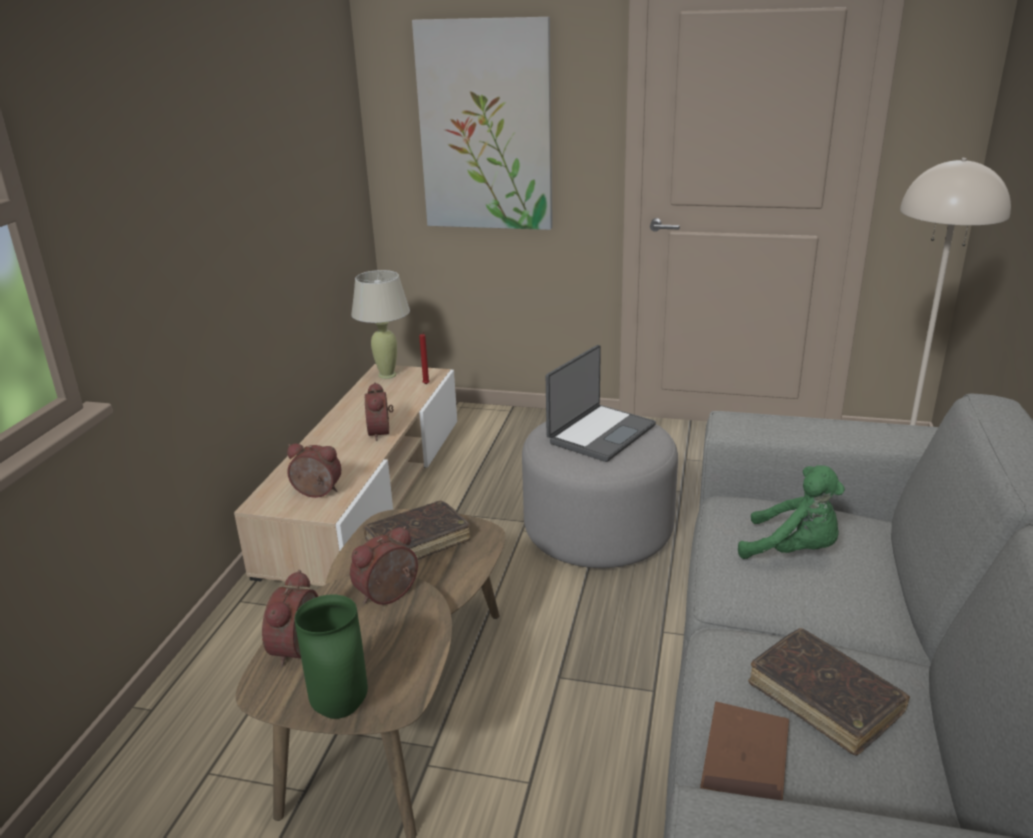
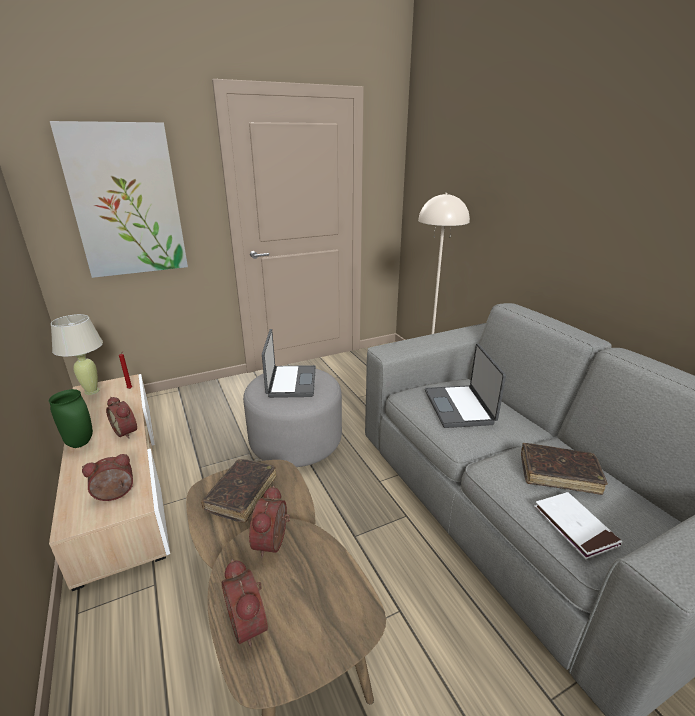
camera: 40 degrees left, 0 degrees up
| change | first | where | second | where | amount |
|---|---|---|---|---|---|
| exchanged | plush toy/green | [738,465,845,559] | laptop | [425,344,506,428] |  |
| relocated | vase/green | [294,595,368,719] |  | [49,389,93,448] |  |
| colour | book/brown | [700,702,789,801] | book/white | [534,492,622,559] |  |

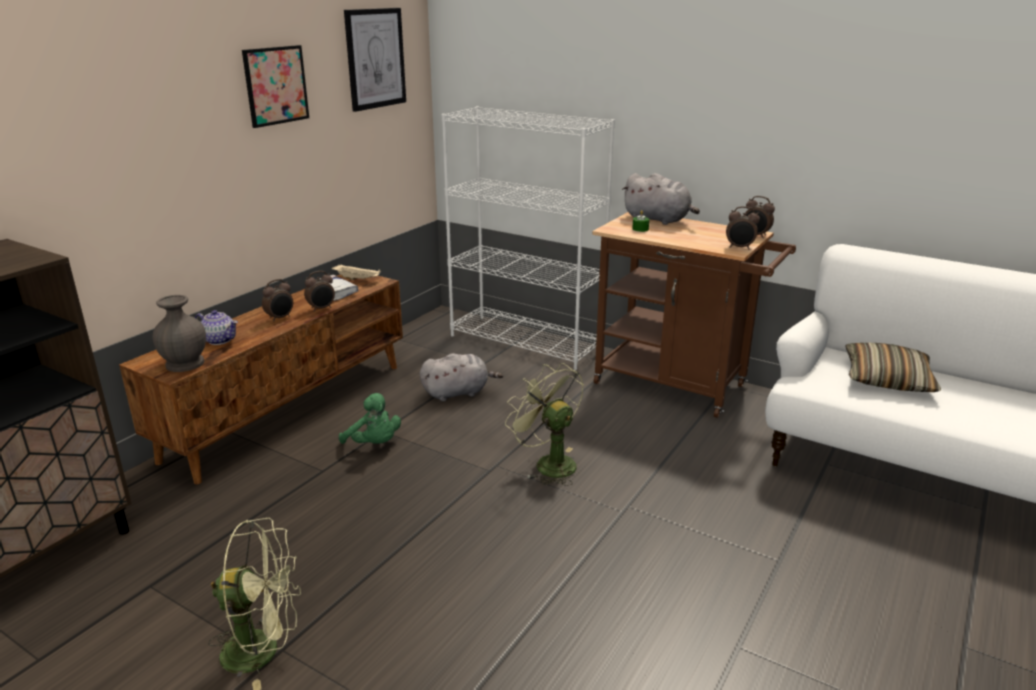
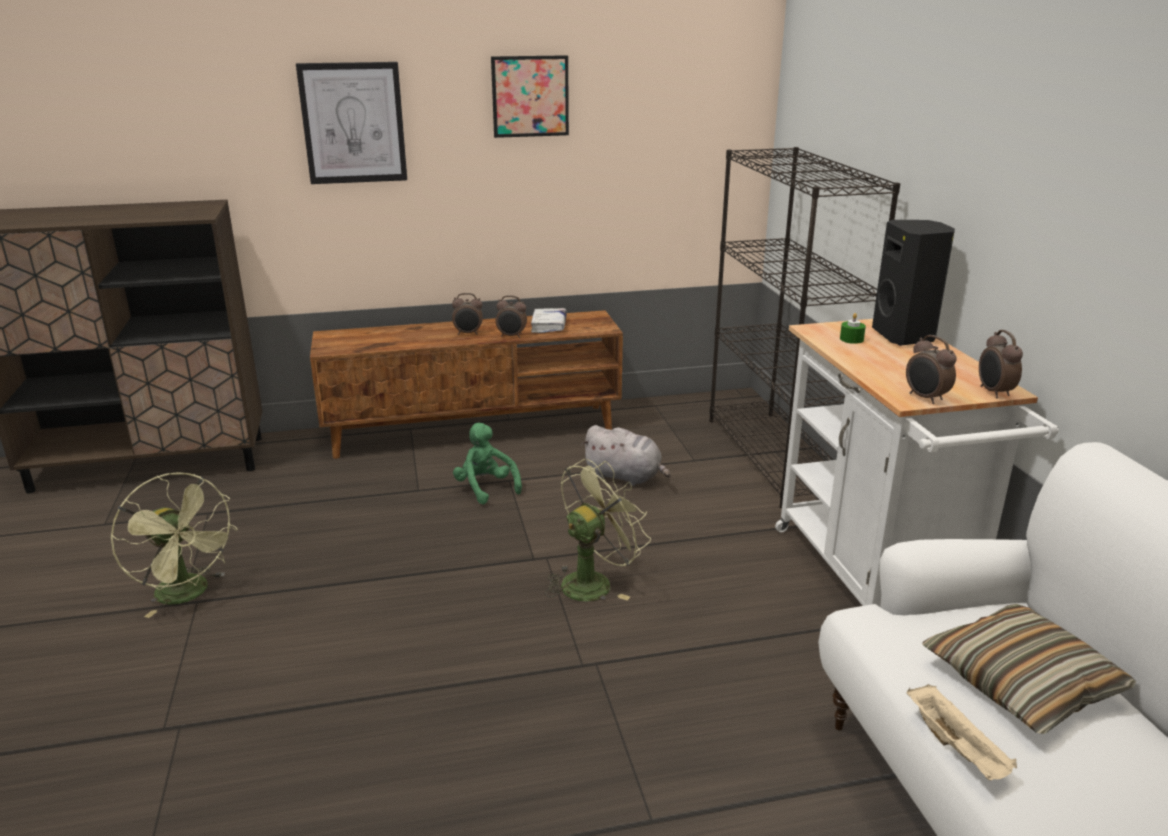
camera: 45 degrees right, 0 degrees up
| change | first | where | second | where | amount |
|---|---|---|---|---|---|
| relocated | picture | [344,8,406,112] |  | [296,62,407,184] |  |
| colour | bookcase/white | [442,107,615,371] | bookcase/black | [710,147,900,508] |  |
| exchanged | plush toy/grey | [622,173,700,225] | speaker/black | [872,220,955,346] |  |
| colour | cart/brown | [592,212,796,418] | cart/white | [775,319,1059,607] |  |
| relocated | tray/beige | [332,264,381,280] |  | [906,684,1017,780] |  |
| missing | vase/grey | [152,295,206,372] |  |  |  |
| missing | teapot | [195,310,238,345] |  |  |  |
| spun | fan/green | [505,363,584,486] |  | [545,459,651,601] | 45 degrees clockwise |
| spun | plush toy/green | [339,393,401,444] |  | [453,423,522,504] | 150 degrees clockwise |

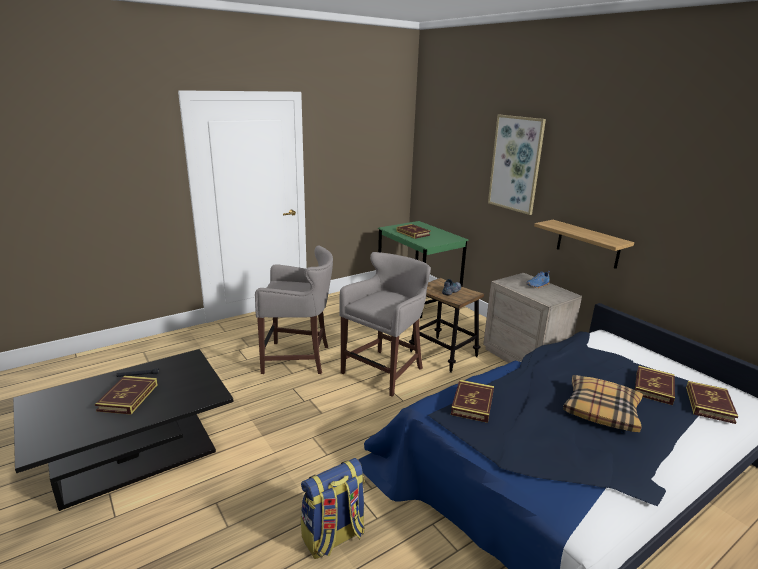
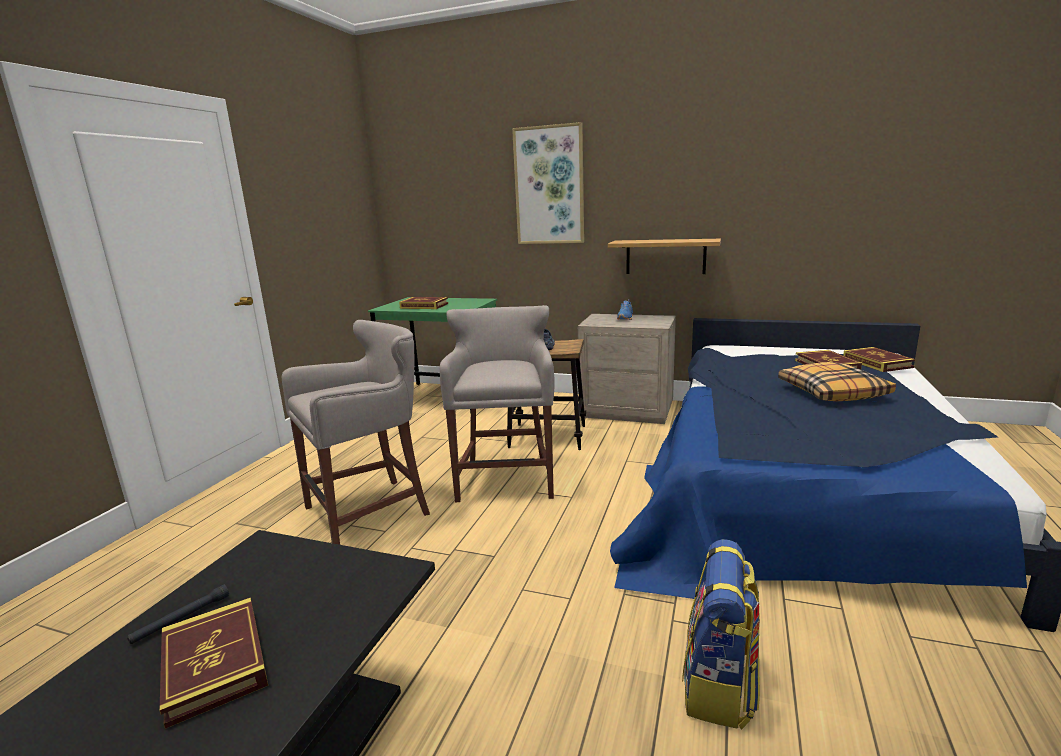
camera: 35 degrees left, 5 degrees down
| change | first | where | second | where | amount |
|---|---|---|---|---|---|
| missing | book | [451,380,494,423] |  |  |  |

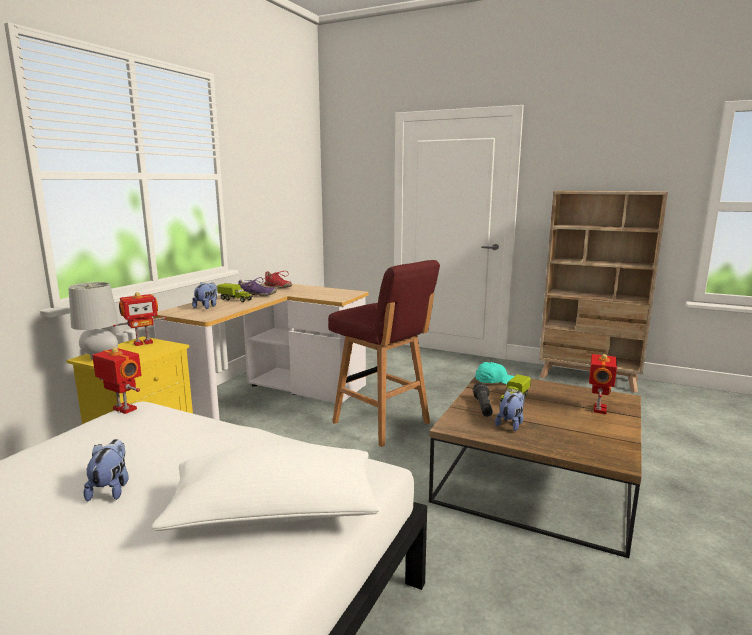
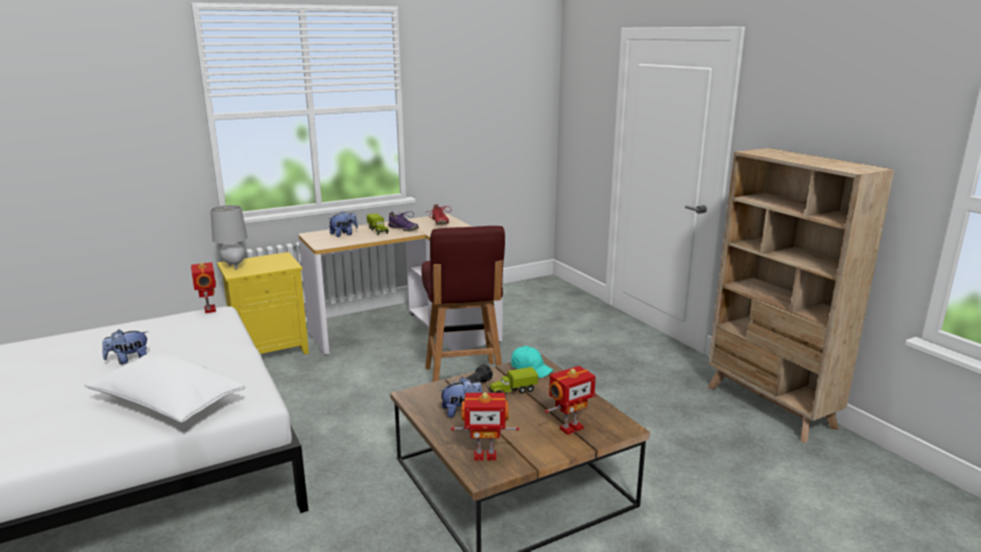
camera: 35 degrees right, 5 degrees up
| change | first | where | second | where | amount |
|---|---|---|---|---|---|
| relocated | toy robot | [113,292,167,346] |  | [451,393,519,461] |  |
| spun | plush toy | [84,439,129,502] |  | [102,329,148,364] | 150 degrees counterclockwise |

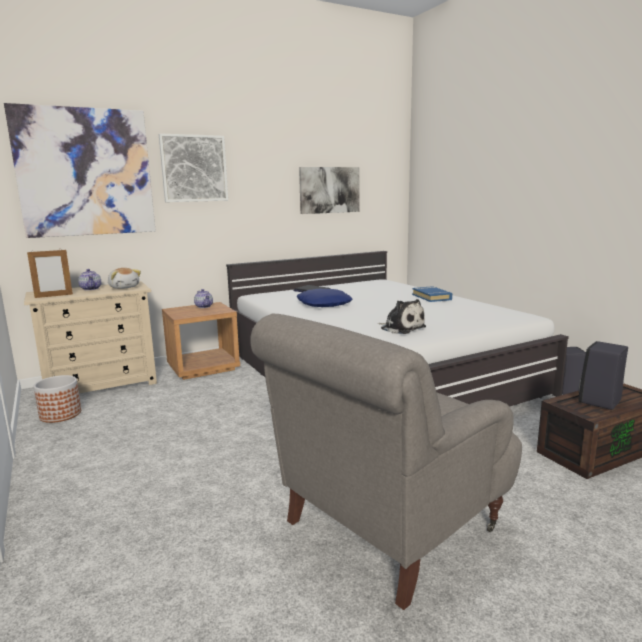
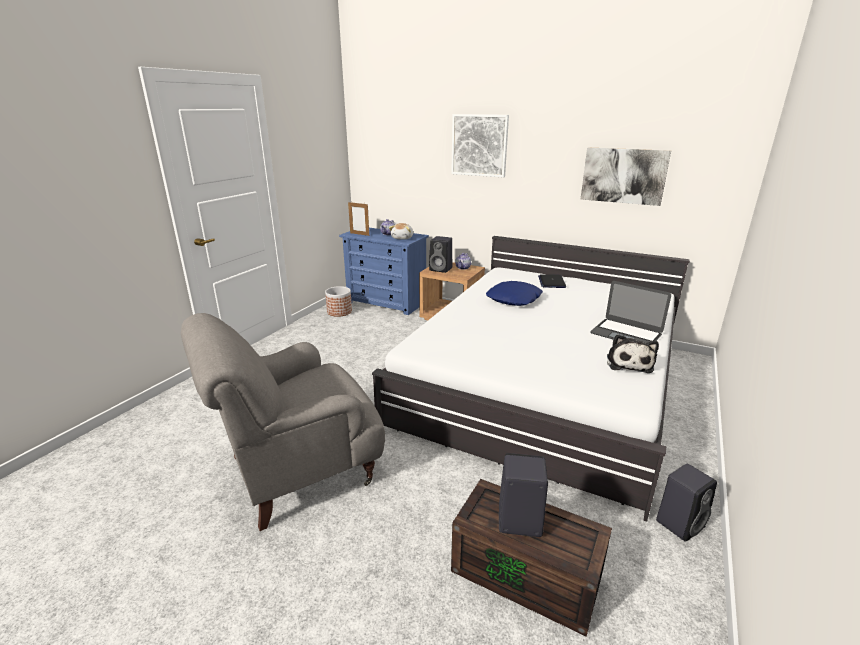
camera: 55 degrees right, 10 degrees up
| change | first | where | second | where | amount |
|---|---|---|---|---|---|
| missing | picture | [4,103,156,238] |  |  |  |
| colour | dresser/beige | [24,281,157,393] | dresser/blue | [339,228,429,315] |  |
| exchanged | book/blue | [412,286,452,302] | laptop | [590,281,671,343] |  |
| relocated | plush toy | [378,299,426,334] |  | [607,334,659,373] |  |
| spun | armchair/grey | [251,314,522,610] |  | [181,313,385,531] | 45 degrees counterclockwise |
| appeared |  |  | speaker/black | [429,236,452,273] |  |

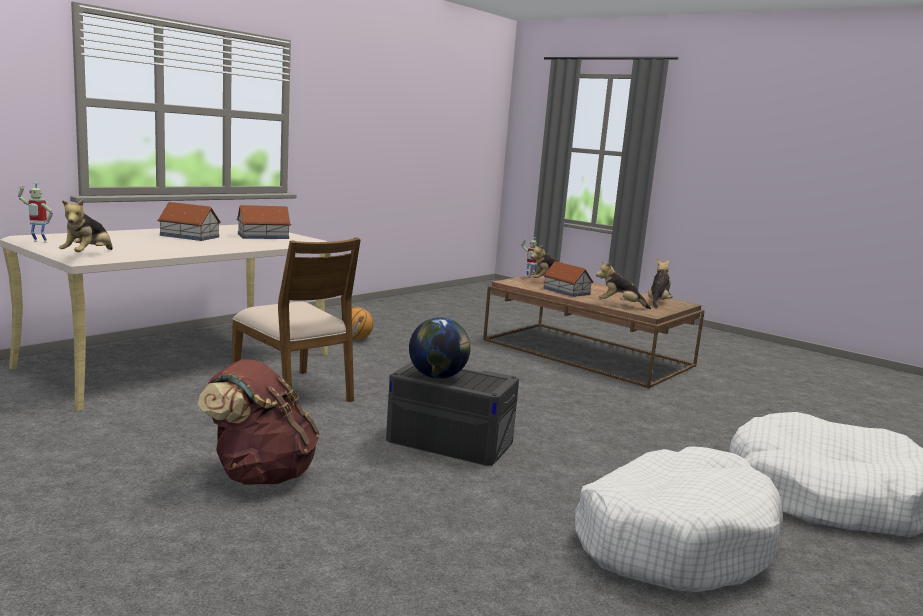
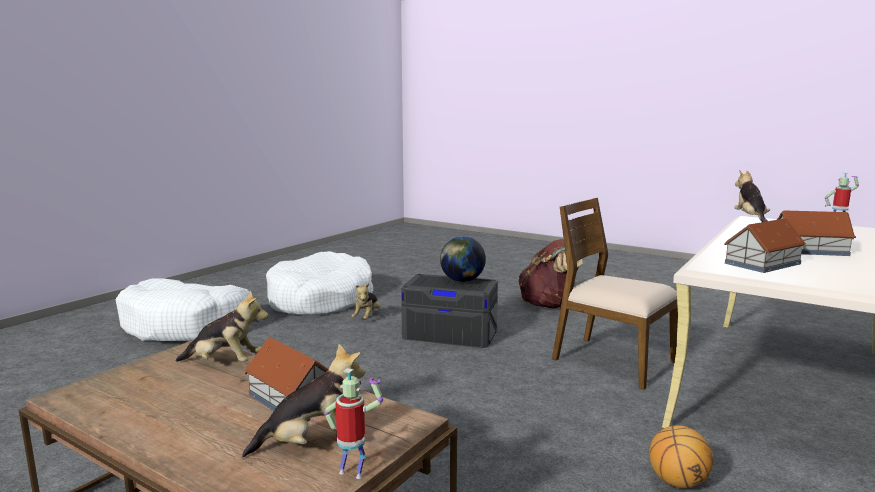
camera: 175 degrees right, 0 degrees up
| change | first | where | second | where | amount |
|---|---|---|---|---|---|
| relocated | plush toy | [648,259,673,309] |  | [352,283,381,319] |  |

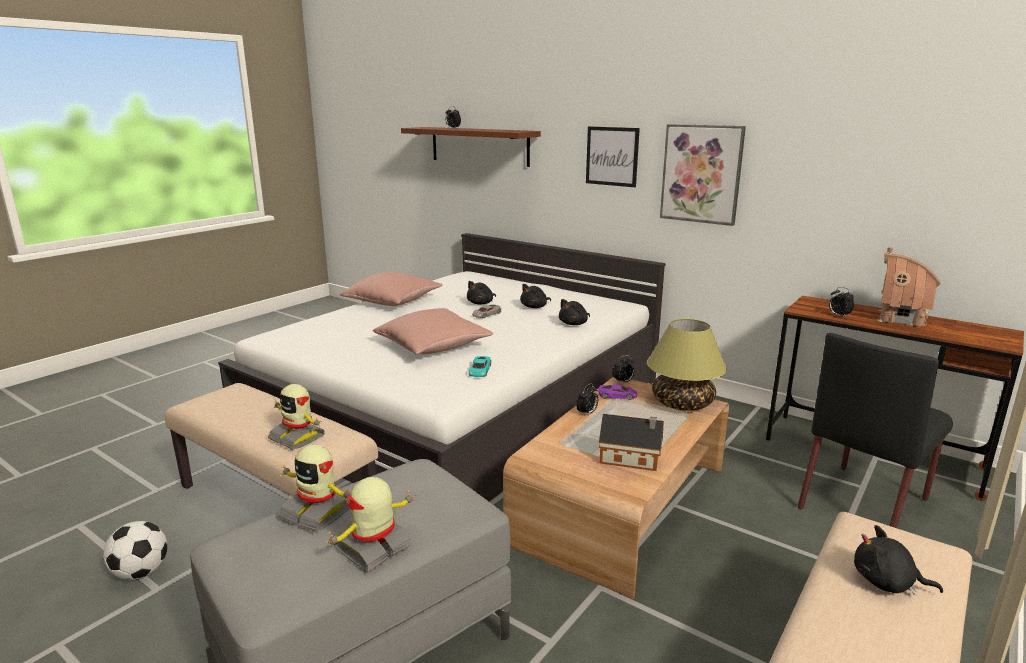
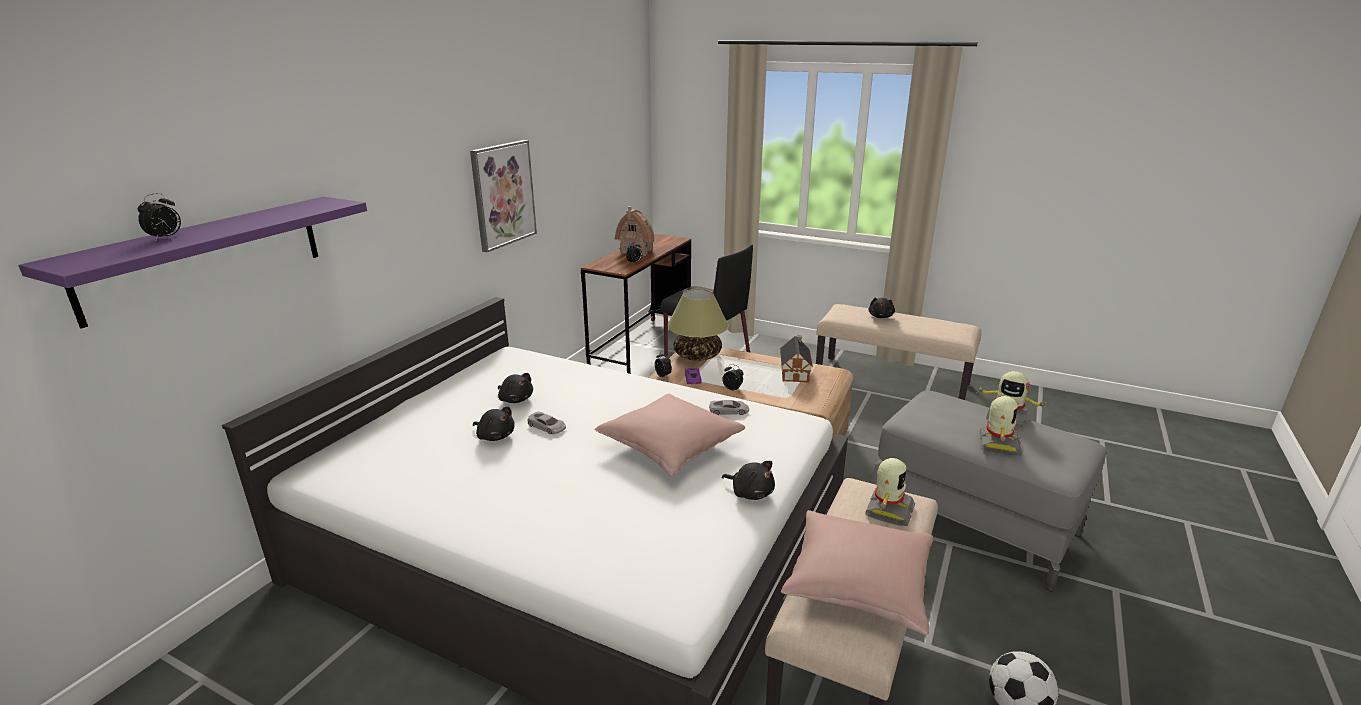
camera: 100 degrees left, 5 degrees up
| change | first | where | second | where | amount |
|---|---|---|---|---|---|
| colour | shelf/brown | [401,127,541,167] | shelf/purple | [18,197,367,329] |  |
| missing | picture | [586,127,640,187] |  |  |  |
| relocated | pillow/pink | [340,272,443,306] |  | [781,510,933,635] |  |
| relocated | plush toy/black | [559,299,590,325] |  | [722,461,775,500] |  |
| colour | toy car/turquoise | [469,356,491,377] | toy car/grey | [709,400,749,415] |  |

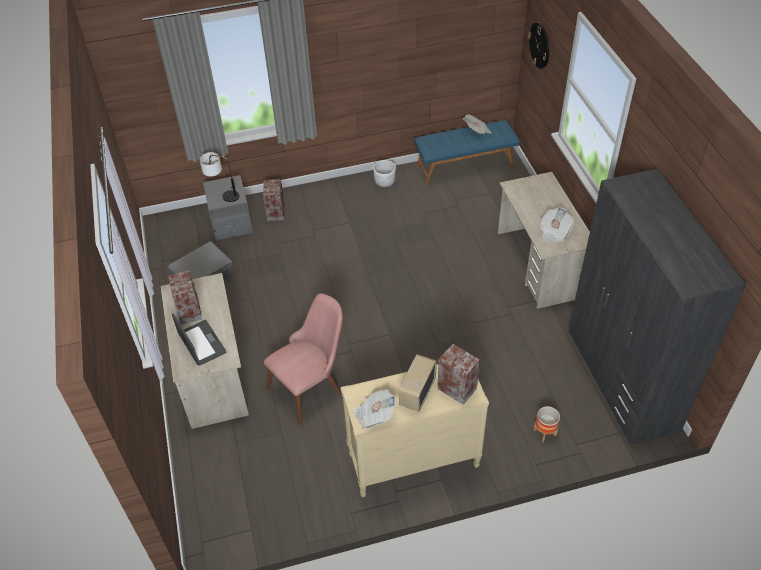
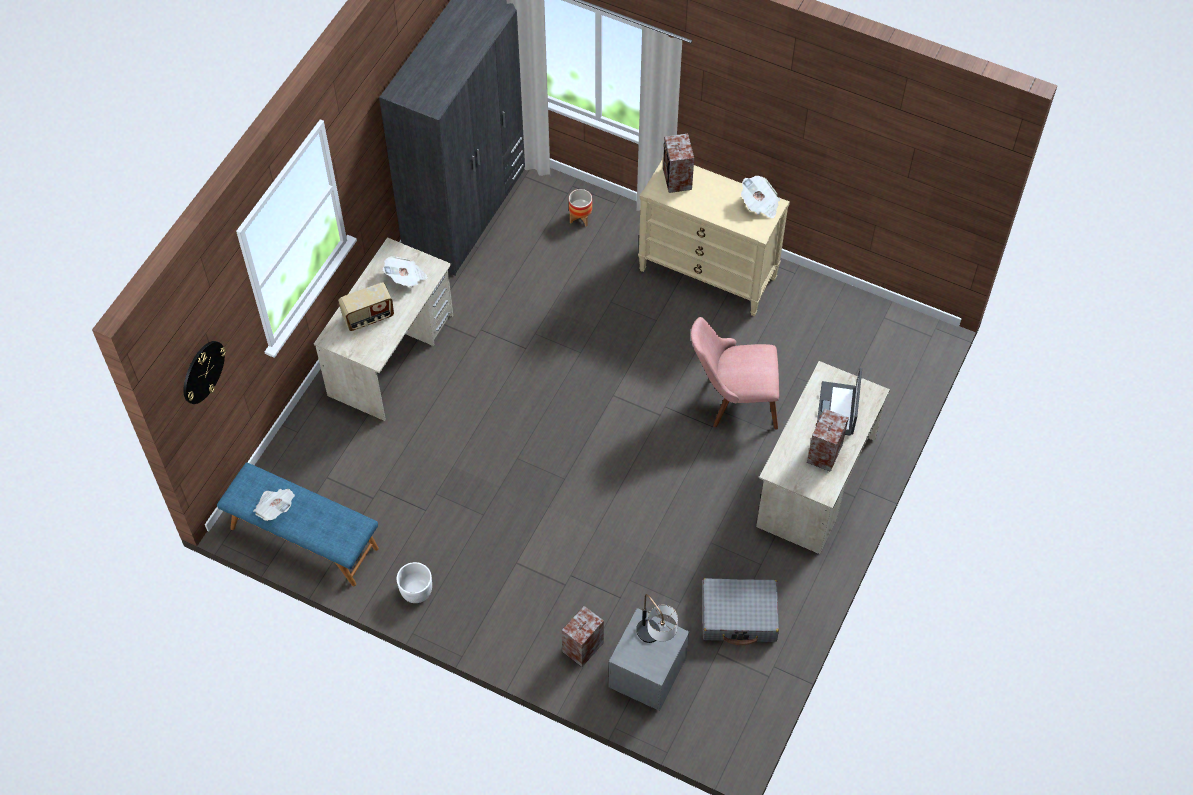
camera: 140 degrees left, 10 degrees up
| change | first | where | second | where | amount |
|---|---|---|---|---|---|
| relocated | radio | [399,354,437,412] |  | [338,283,394,331] |  |

